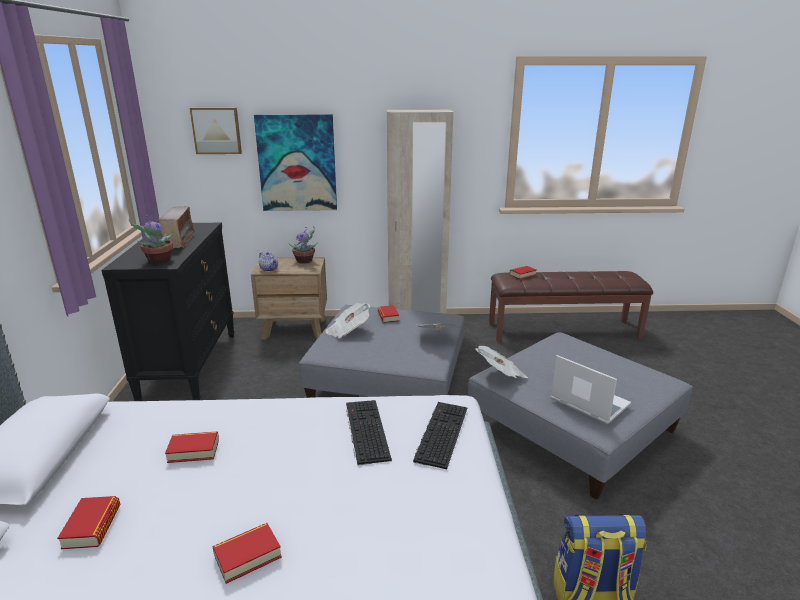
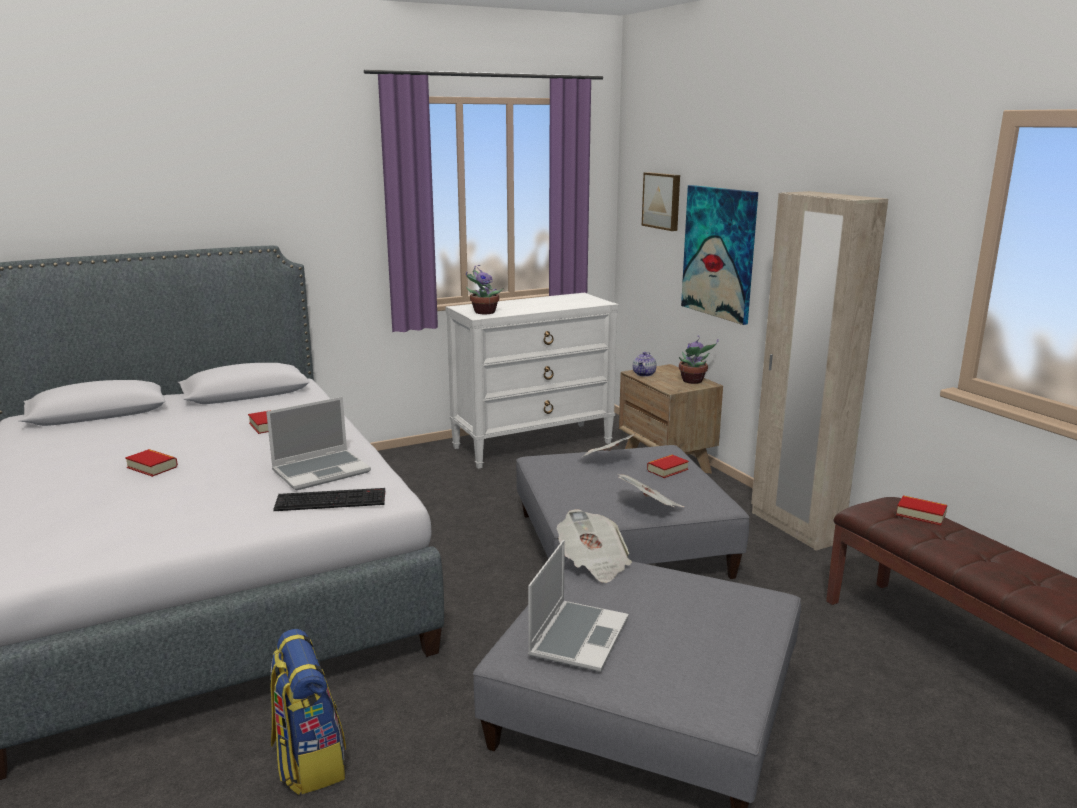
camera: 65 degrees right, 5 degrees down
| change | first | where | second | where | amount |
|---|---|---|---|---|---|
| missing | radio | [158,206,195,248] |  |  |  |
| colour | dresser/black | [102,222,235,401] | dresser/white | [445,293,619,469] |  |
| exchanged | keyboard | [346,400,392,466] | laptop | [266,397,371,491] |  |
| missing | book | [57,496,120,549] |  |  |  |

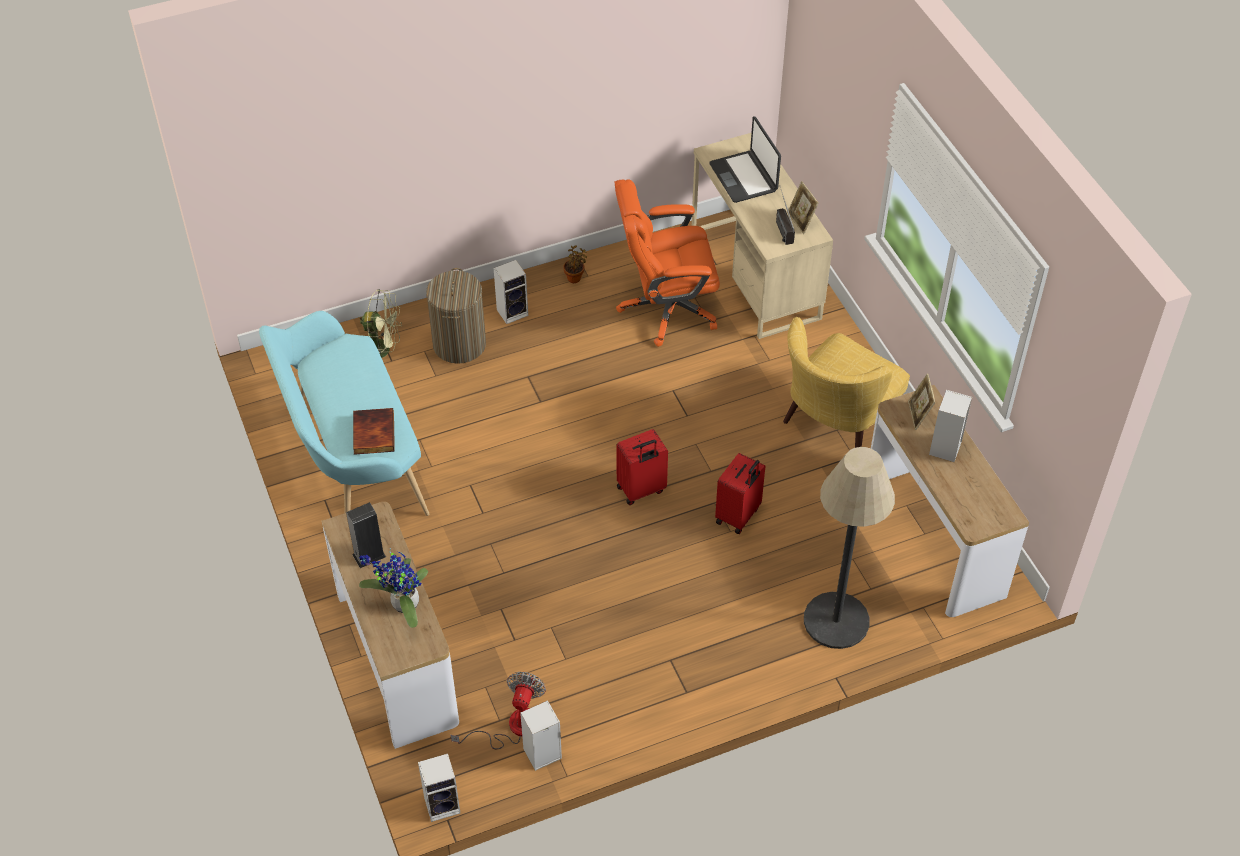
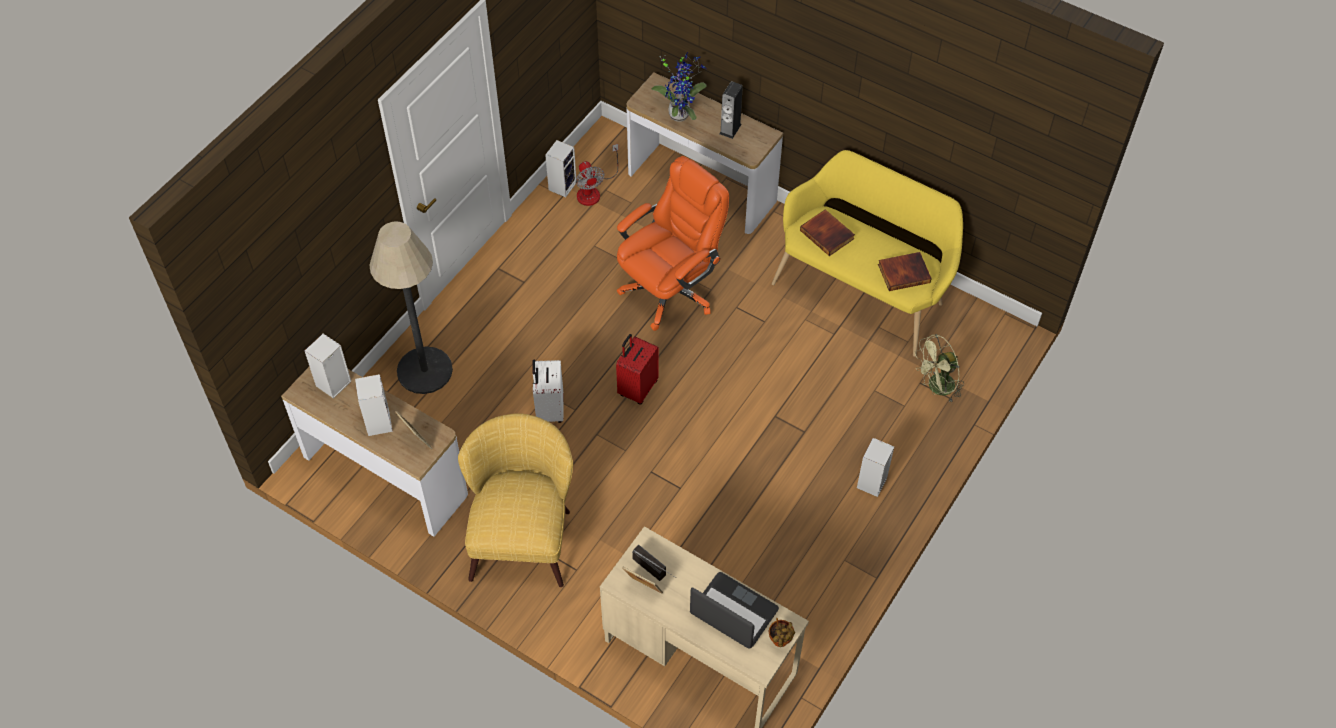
camera: 145 degrees right, 5 degrees up
| change | first | where | second | where | amount |
|---|---|---|---|---|---|
| relocated | office chair/orange | [614,179,720,347] |  | [617,156,729,331] |  |
| relocated | potted plant | [563,245,587,283] |  | [769,618,795,647] |  |
| missing | laundry basket | [426,268,486,364] |  |  |  |
| colour | bench/turquoise | [259,311,429,516] | bench/yellow | [772,150,963,357] |  |
| colour | suitcase/red | [715,453,765,534] | suitcase/white | [532,360,563,423] |  |
| relocated | speaker | [418,754,460,822] |  | [304,334,351,399] |  |
| appeared |  |  | book | [878,252,932,291] |  |

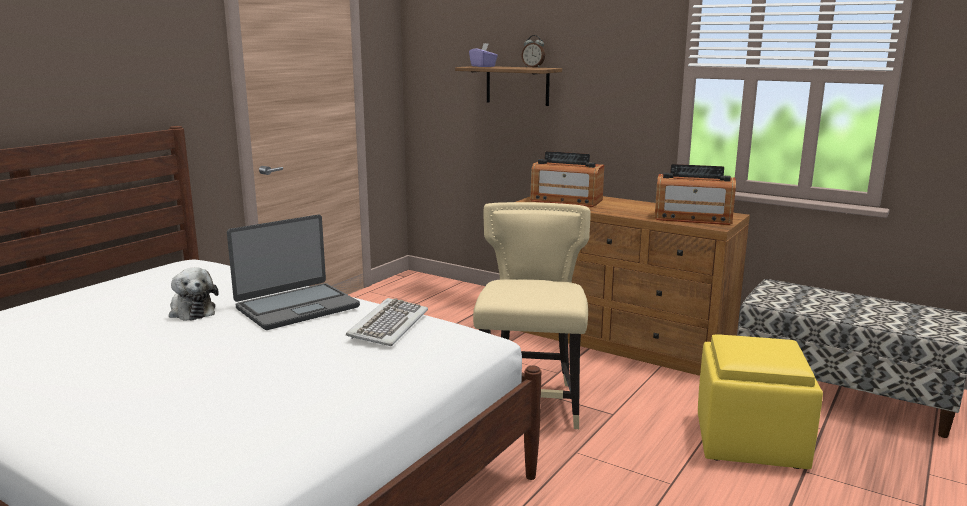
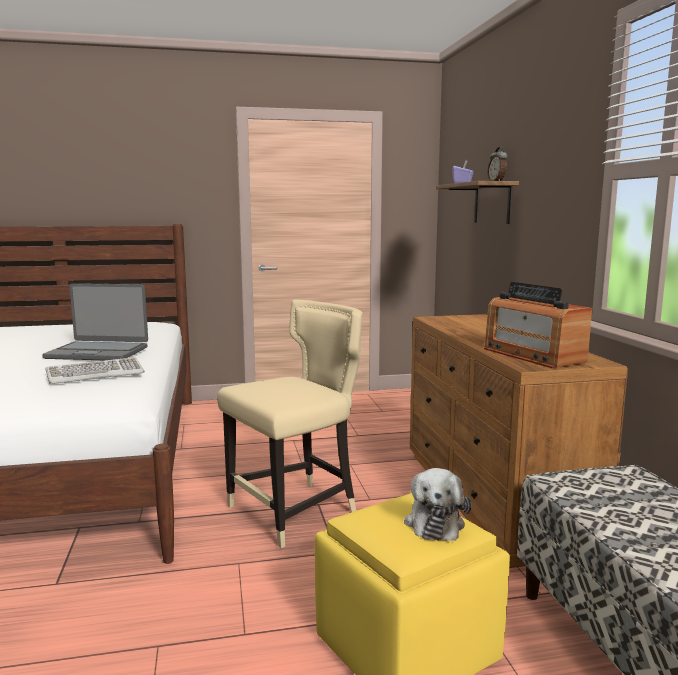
camera: 45 degrees right, 5 degrees down
| change | first | where | second | where | amount |
|---|---|---|---|---|---|
| missing | radio | [530,151,604,207] |  |  |  |
| relocated | plush toy | [169,267,219,321] |  | [404,468,471,541] |  |

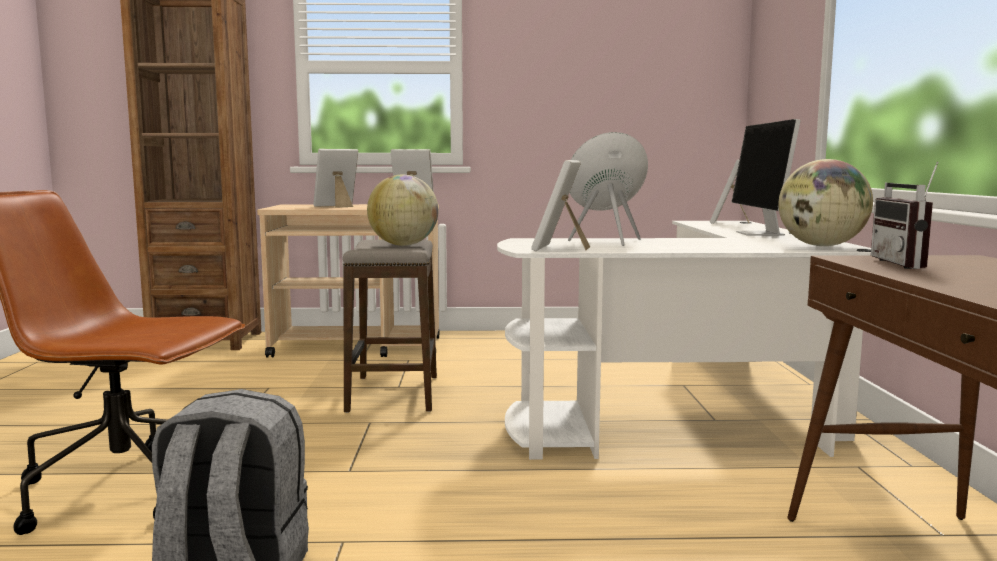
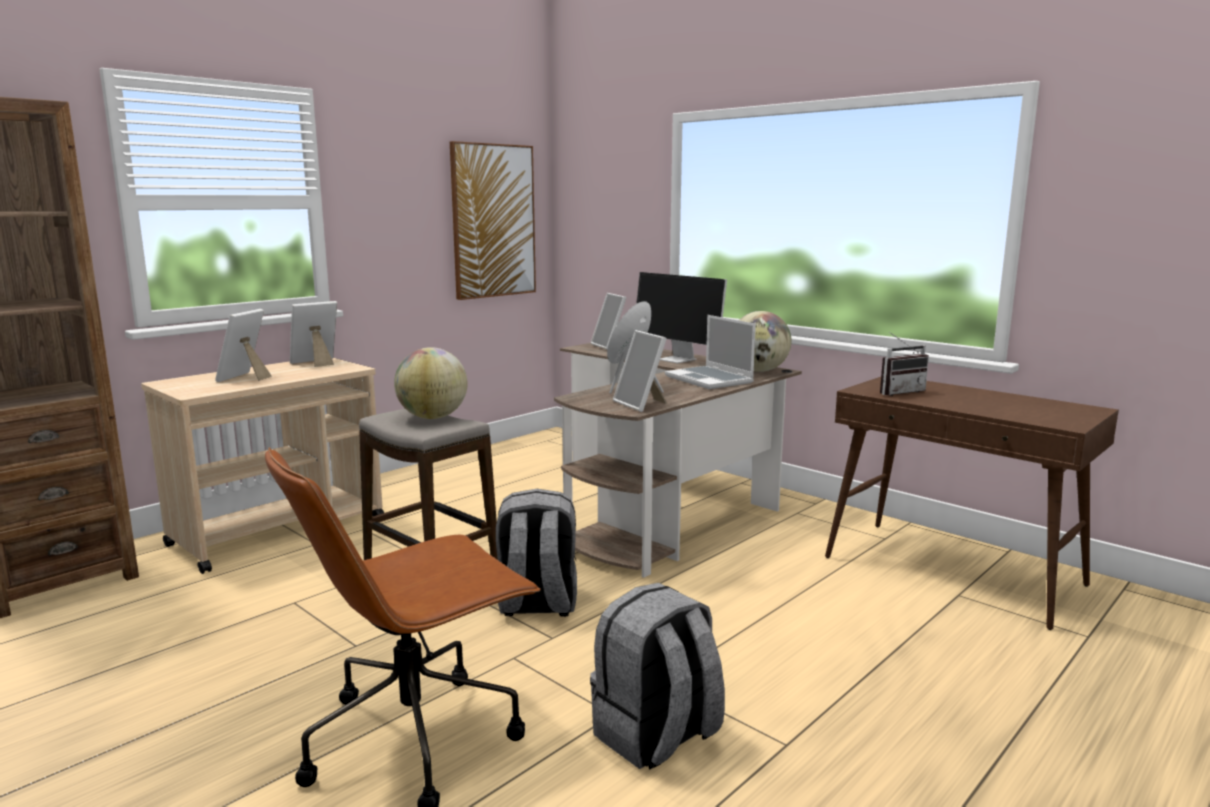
camera: 45 degrees left, 5 degrees up
| change | first | where | second | where | amount |
|---|---|---|---|---|---|
| spun | radio | [871,162,938,269] |  | [880,332,929,396] | 75 degrees counterclockwise |
| colour | desk/white | [497,221,871,460] | desk/brown | [554,343,802,578] |  |
| appeared |  |  | picture | [450,141,536,300] |  |
| appeared |  |  | laptop | [665,315,756,389] |  |
| appeared |  |  | backpack/grey | [496,489,577,617] |  |

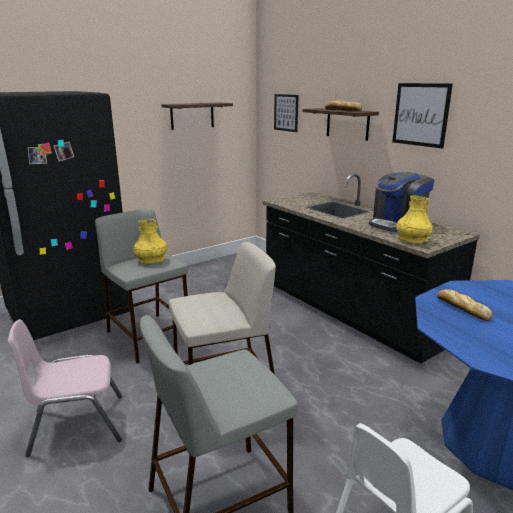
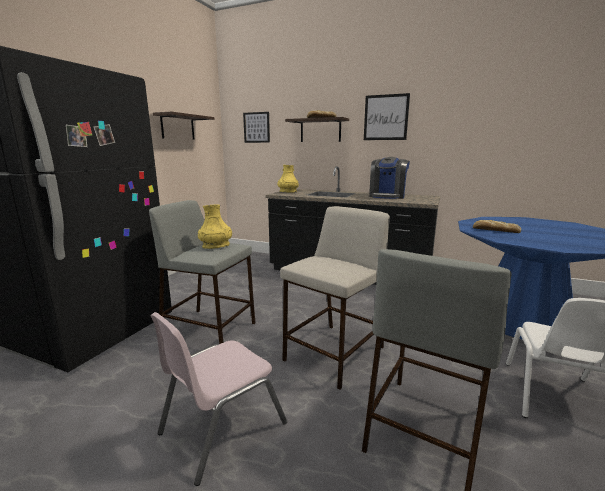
camera: 30 degrees left, 5 degrees down
| change | first | where | second | where | amount |
|---|---|---|---|---|---|
| relocated | vase/yellow | [396,196,433,244] |  | [277,165,299,193] |  |

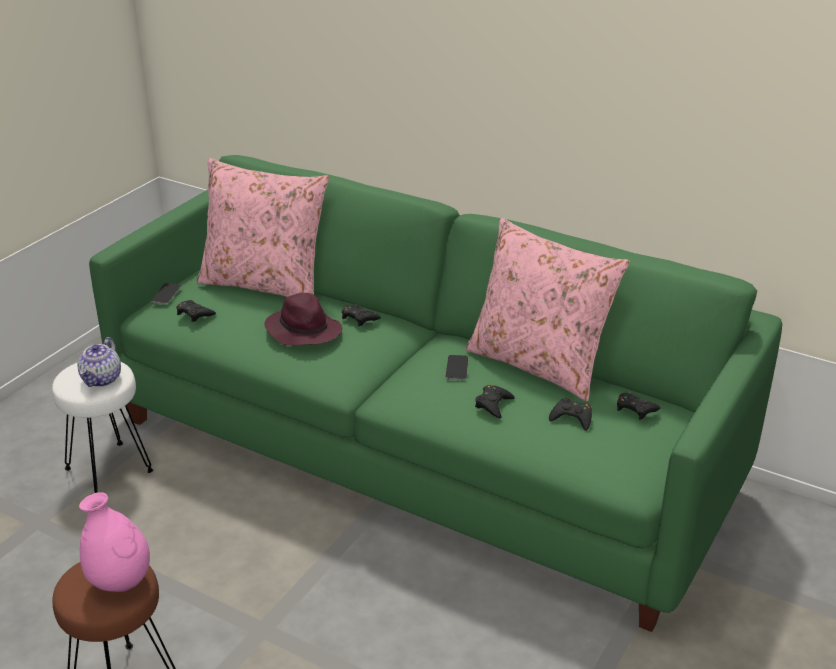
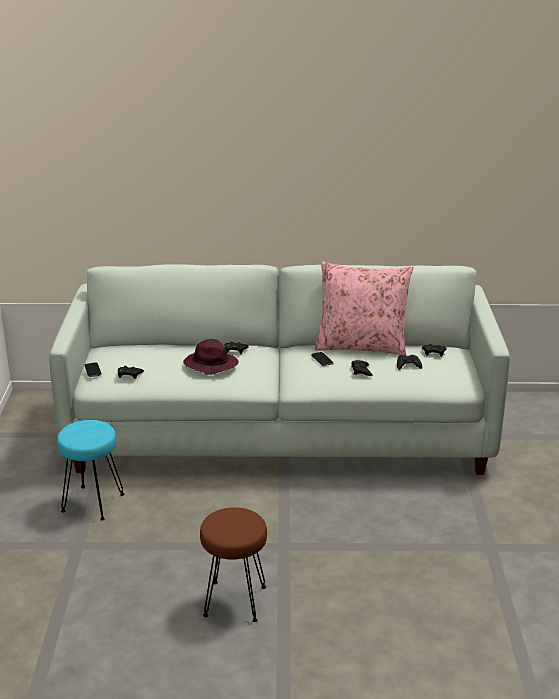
camera: 30 degrees left, 5 degrees down
| change | first | where | second | where | amount |
|---|---|---|---|---|---|
| colour | sofa/green | [89,155,782,632] | sofa/white | [49,264,510,475] |  |
| missing | pillow/pink | [197,158,329,297] |  |  |  |
| missing | teapot | [78,337,121,387] |  |  |  |
| colour | stool/white | [52,362,153,493] | stool/turquoise | [57,420,124,520] |  |
| missing | vase/pink | [79,492,150,592] |  |  |  |

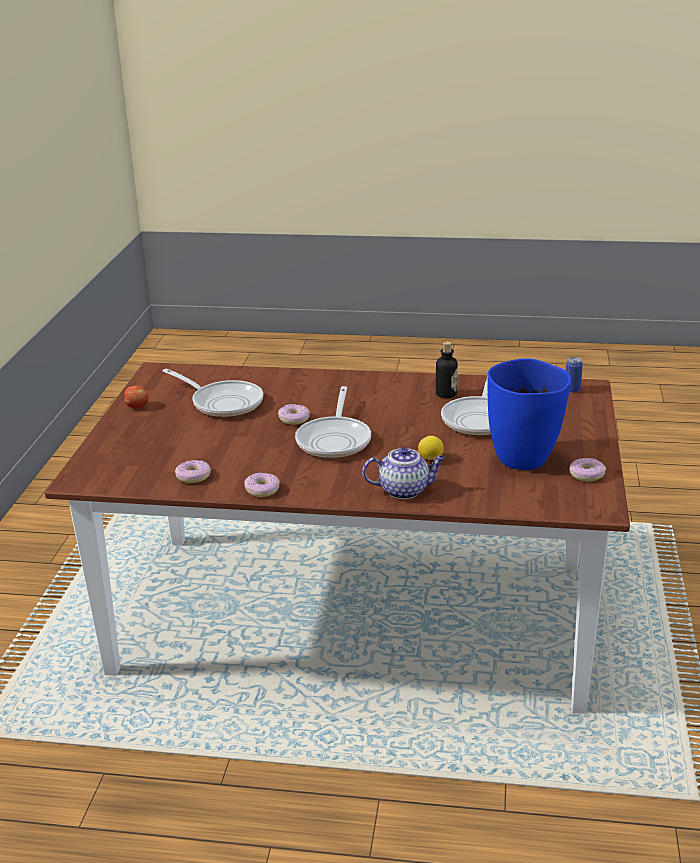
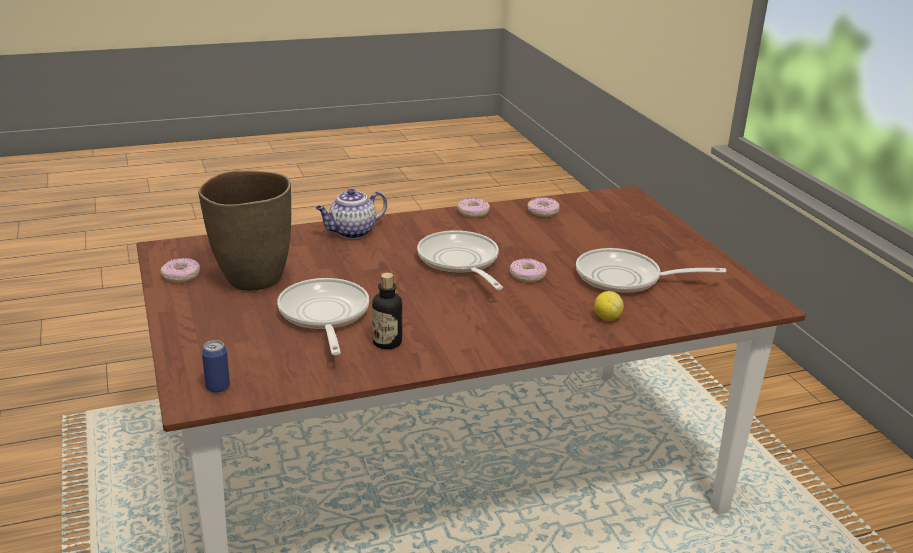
camera: 150 degrees right, 0 degrees up
| change | first | where | second | where | amount |
|---|---|---|---|---|---|
| colour | vase/blue | [488,358,571,470] | vase/brown | [198,170,291,291] |  |
| missing | apple | [125,386,148,408] |  |  |  |
| relocated | lemon | [418,436,444,460] |  | [594,291,624,321] |  |

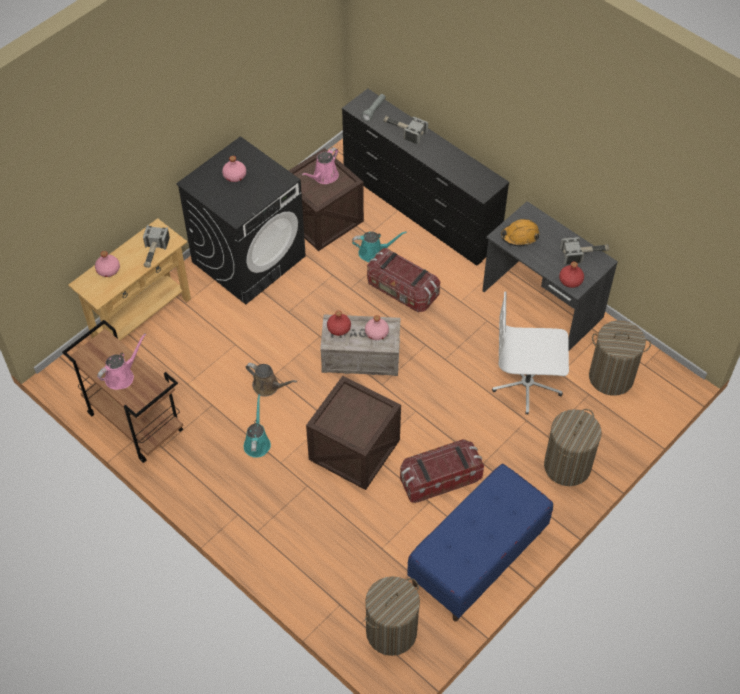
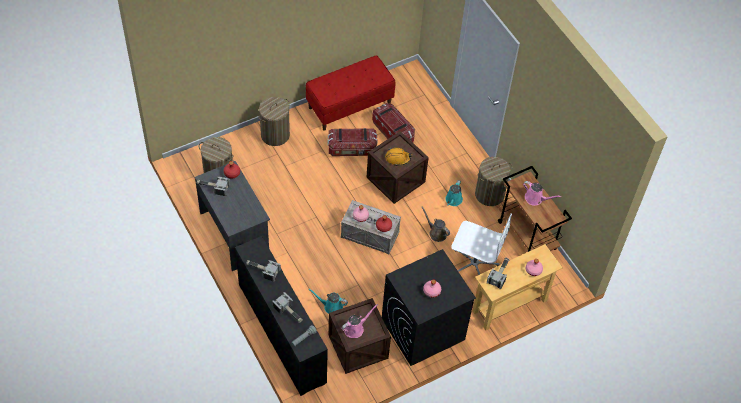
camera: 165 degrees left, 0 degrees up
| change | first | where | second | where | amount |
|---|---|---|---|---|---|
| relocated | hard hat/orange | [501,219,539,246] |  | [385,148,412,166] |  |
| relocated | storage box | [367,248,440,312] |  | [372,103,415,142] |  |
| relocated | office chair/white | [492,291,569,415] |  | [451,213,512,275] |  |
| spun | watering can/pink | [97,333,146,390] |  | [523,181,561,206] | 120 degrees counterclockwise |
| colour | bench/blue | [407,464,553,622] | bench/red | [306,55,395,131] |  |
| relocated | laundry basket | [365,576,420,656] |  | [475,157,512,206] |  |
| appeared |  |  | hammer | [246,260,281,282] |  |

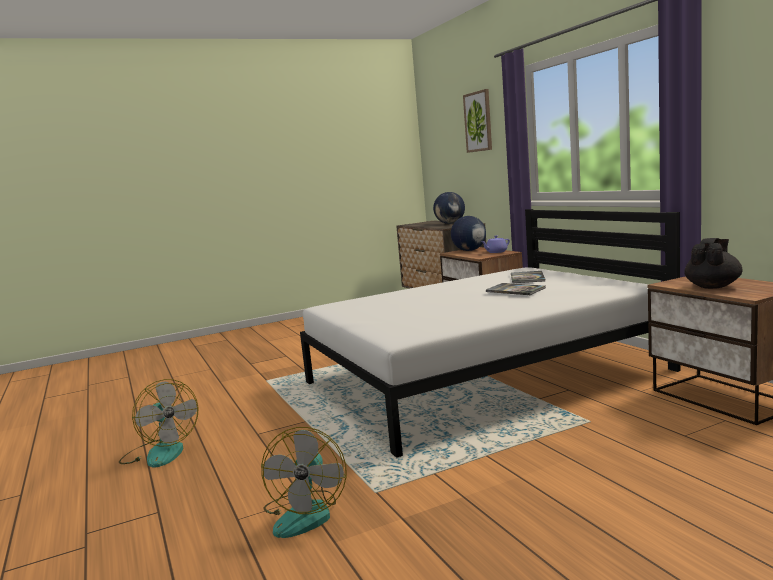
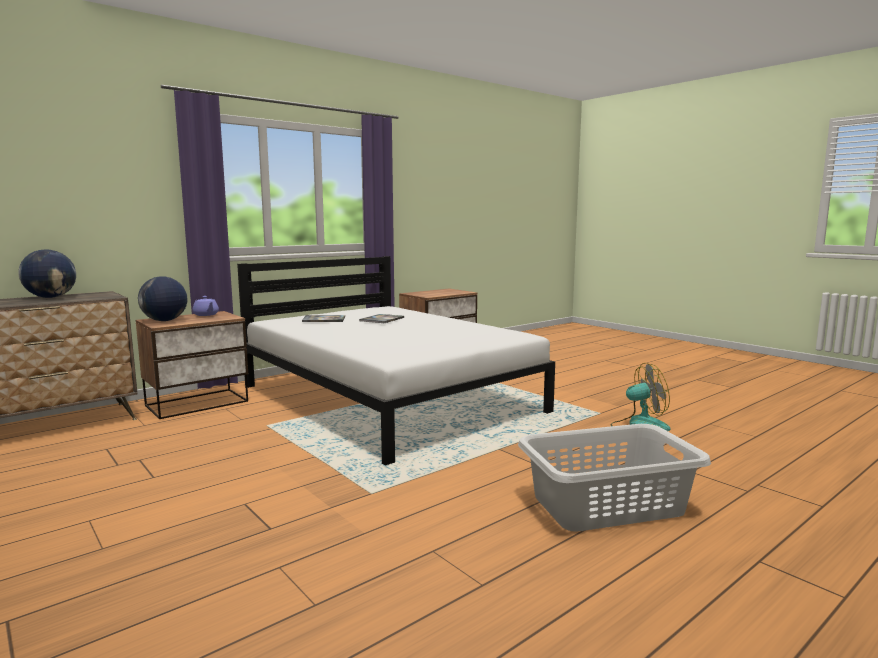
camera: 105 degrees left, 0 degrees up
| change | first | where | second | where | amount |
|---|---|---|---|---|---|
| missing | picture | [463,89,492,153] |  |  |  |
| missing | teapot/black | [685,238,743,289] |  |  |  |
| exchanged | fan | [119,379,199,468] | laundry basket/grey | [518,424,711,531] |  |

